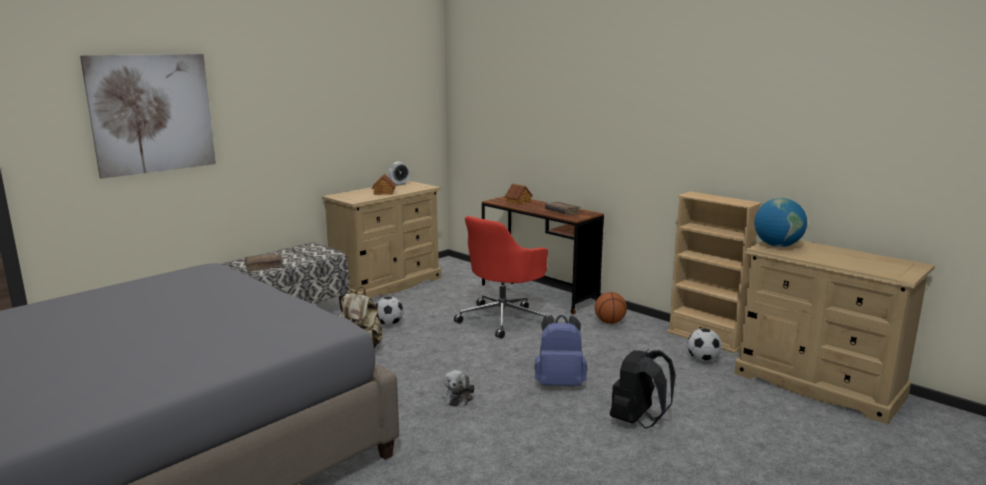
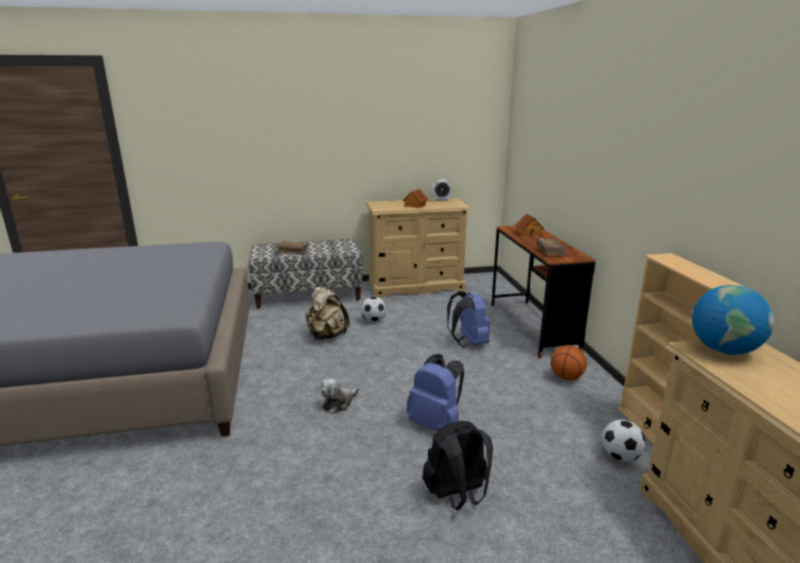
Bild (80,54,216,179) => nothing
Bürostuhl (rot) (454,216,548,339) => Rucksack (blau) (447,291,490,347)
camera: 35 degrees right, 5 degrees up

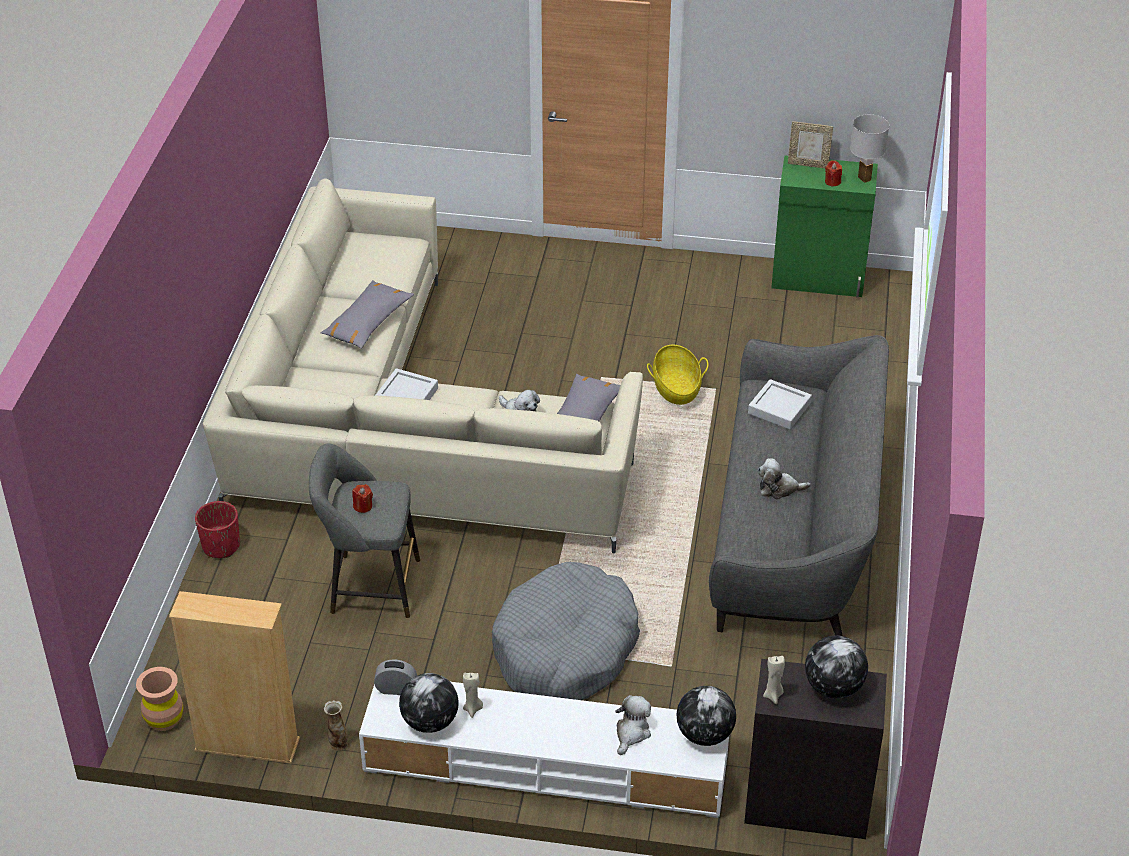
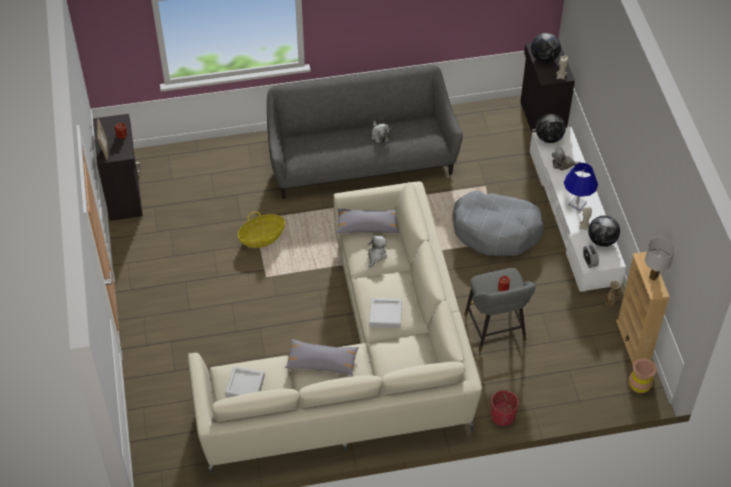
Tischlampe (weiß) (850,114,889,183) => Tischlampe (weiß) (645,237,675,281), move
Schrank (grün) (771,155,878,298) => Schrank (schwarz) (93,114,143,221)
Tablett (grau) (748,379,812,429) => Tablett (grau) (225,366,265,397), move
nothing => Tischlampe (blau) (564,163,598,211)
camera: 110 degrees left, 10 degrees up

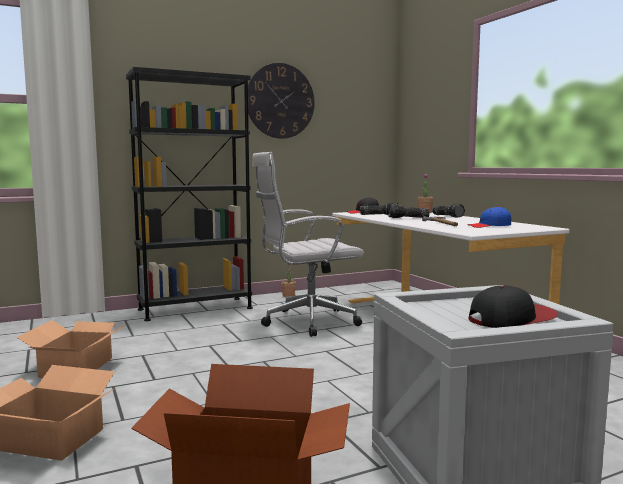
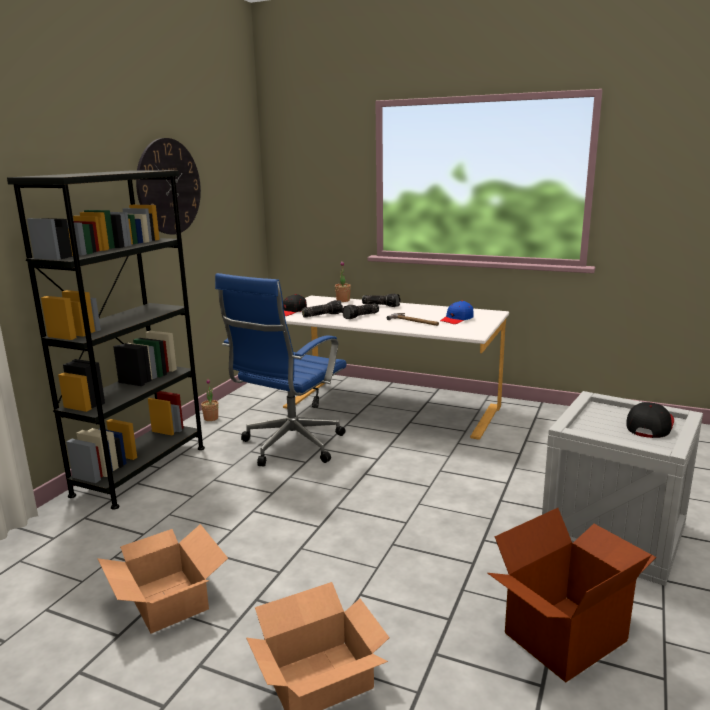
Bürostuhl (weiß) (252,152,364,337) => Bürostuhl (blau) (215,273,347,467)
camera: 40 degrees left, 10 degrees up

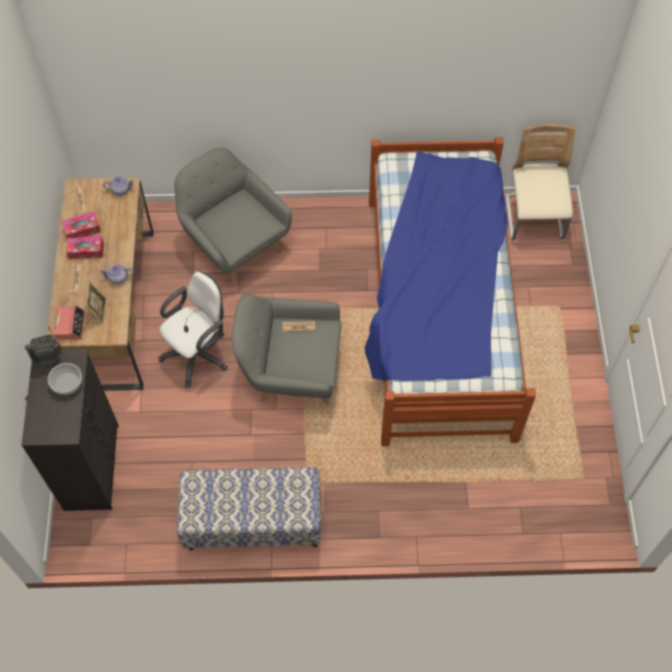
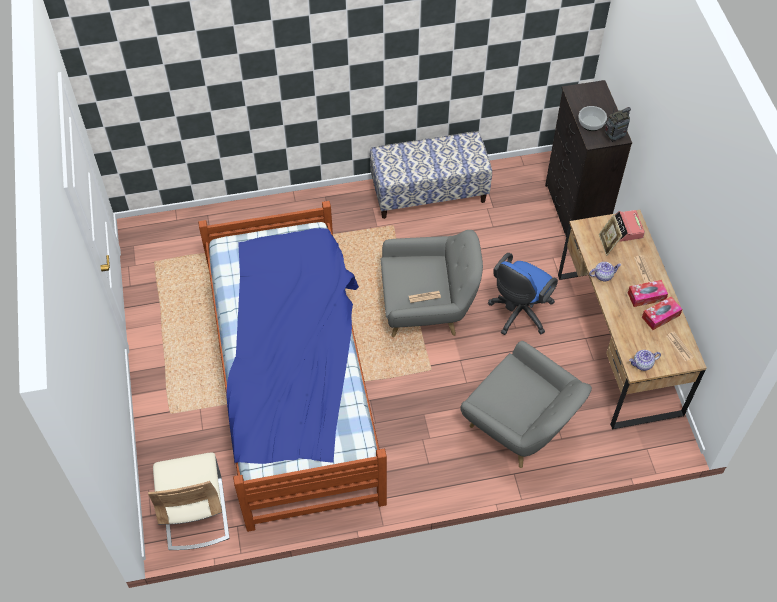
Bürostuhl (weiß) (159,271,228,388) => Bürostuhl (blau) (488,253,558,335)
camera: 170 degrees right, 5 degrees down

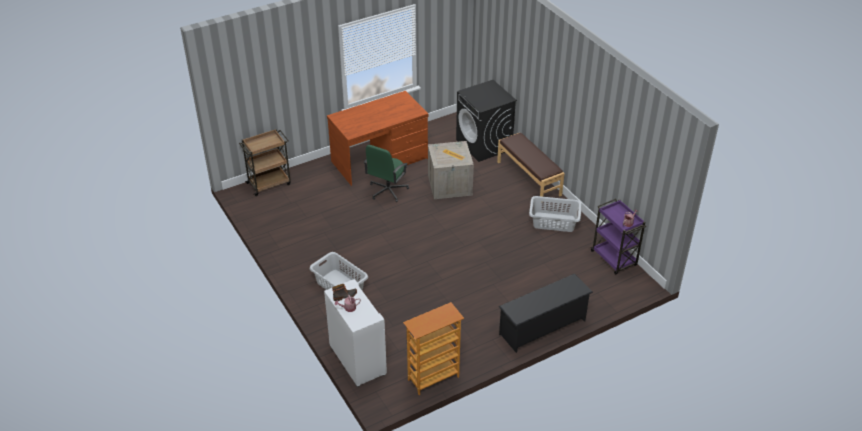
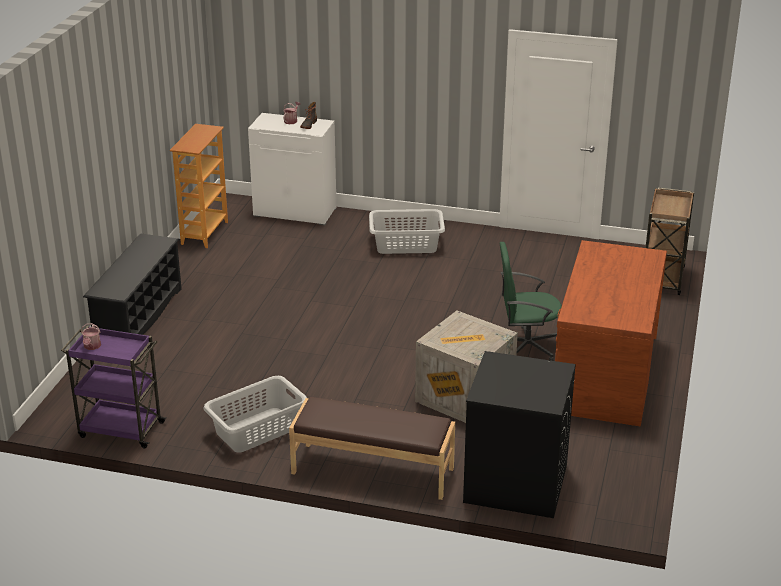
Bürostuhl (grün) (364,145,409,202) => Bürostuhl (grün) (500,242,562,361), 75 degrees counterclockwise
camera: 135 degrees right, 10 degrees down

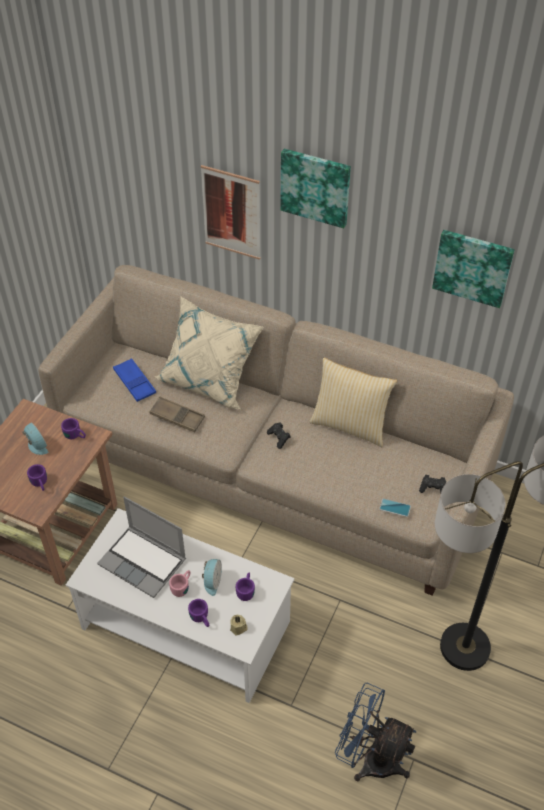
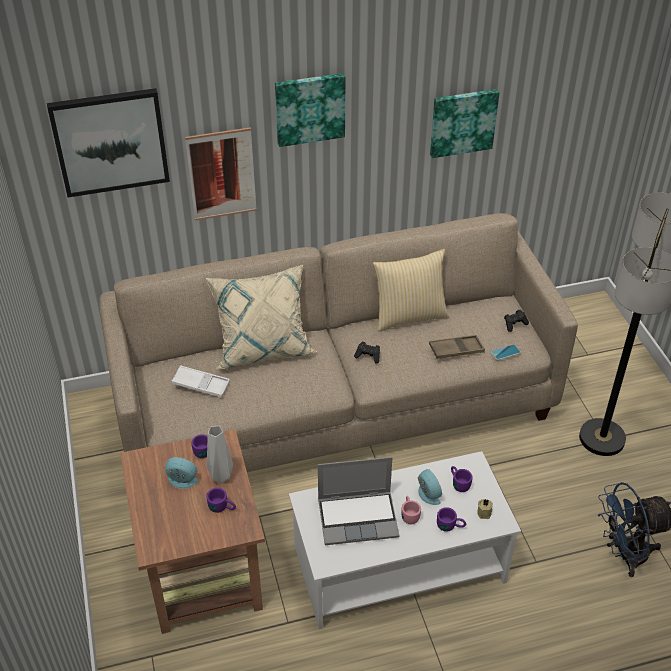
Tablett (blau) (113,358,156,402) => Tablett (weiß) (171,365,230,398)
Tablett (braun) (149,397,205,433) => Tablett (braun) (429,335,485,359), move
nothing => Bild (47,88,170,198)
nothing => Vase (grau) (207,426,233,484)
camera: 40 degrees left, 5 degrees down

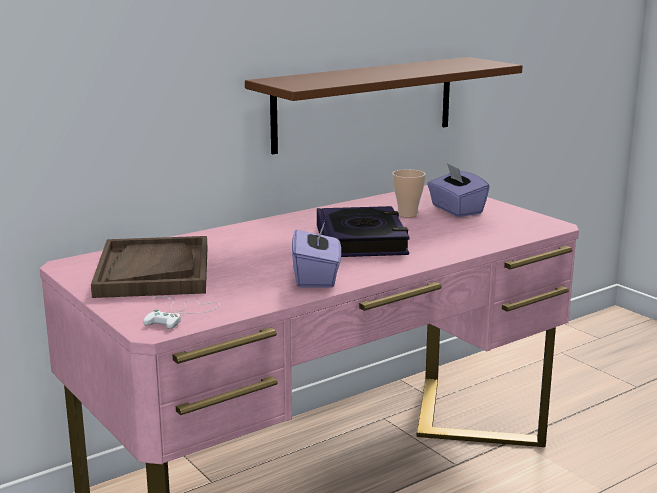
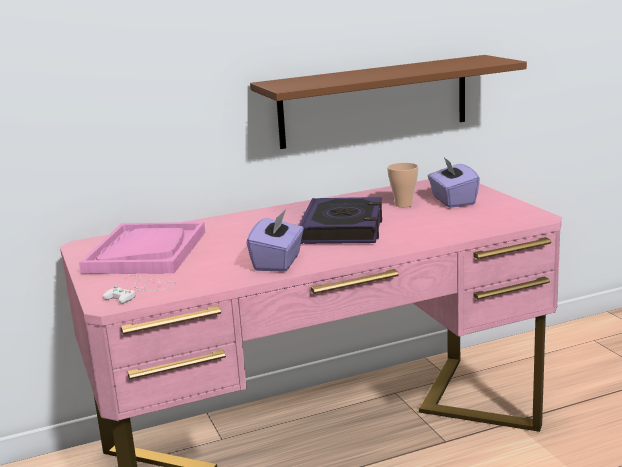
Tablett (braun) (91,236,208,298) => Tablett (rosa) (79,222,205,274)
camera: 15 degrees right, 0 degrees up

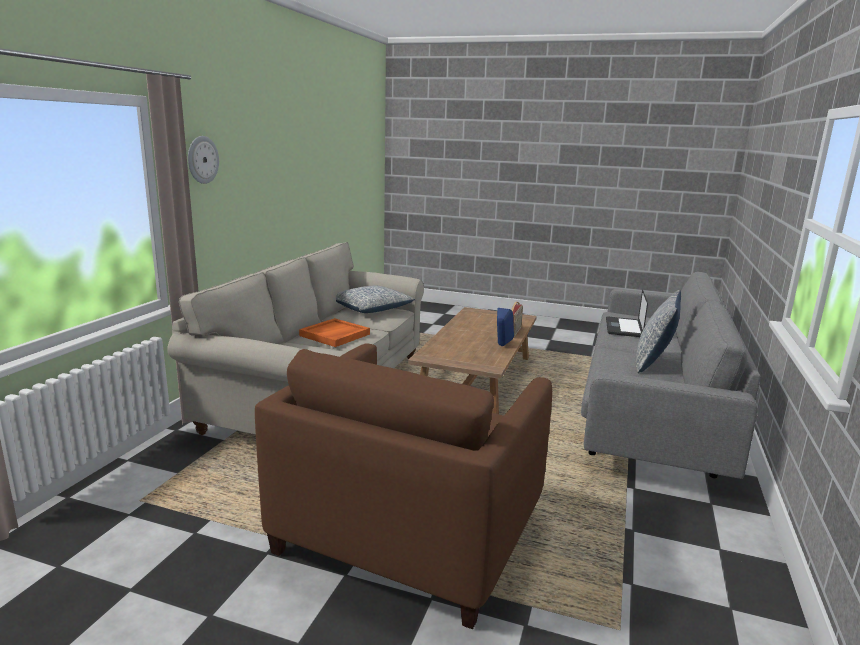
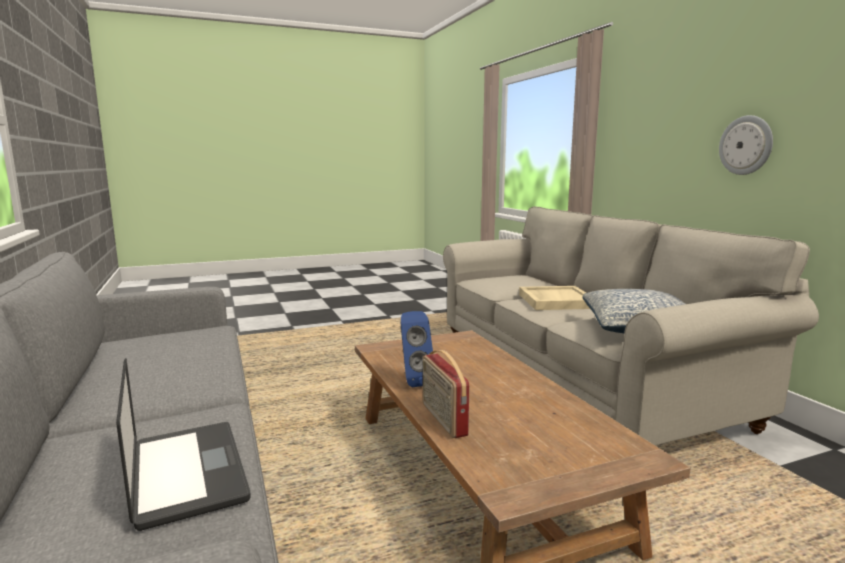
Wanduhr (188,136,219,184) => Wanduhr (719,115,773,175), move
Kissen (636,290,681,373) => nothing
Tablett (orange) (299,318,370,347) => Tablett (beige) (519,286,590,310)
Sessel (braun) (255,343,552,630) => nothing
camera: 140 degrees right, 5 degrees down

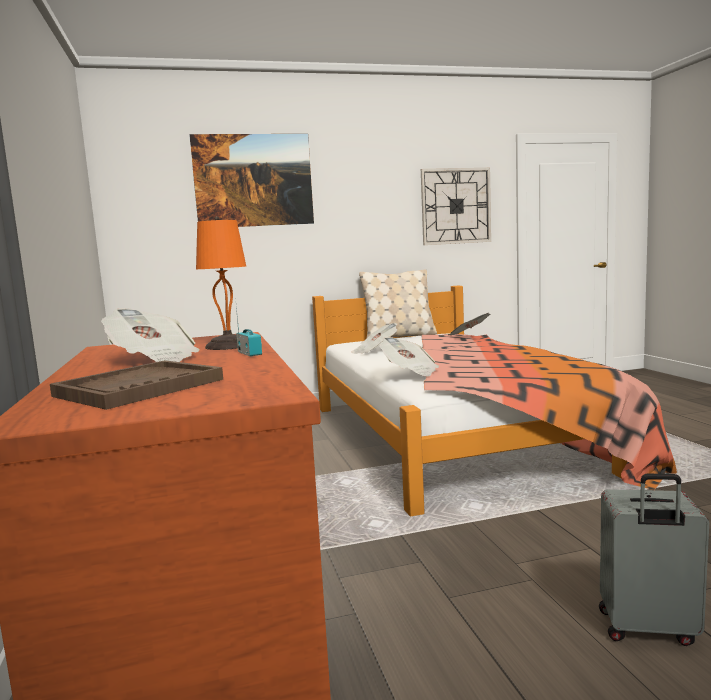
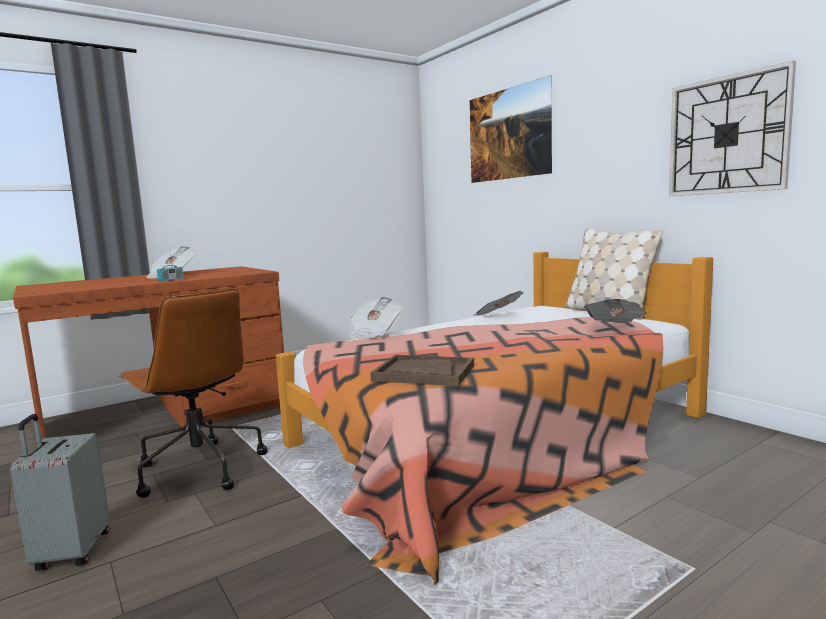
Tischlampe (orange) (196,216,246,350) => nothing
Tablett (braun) (50,360,223,410) => Tablett (braun) (370,355,474,386), move
nothing => Bürostuhl (braun) (119,288,268,498)
camera: 70 degrees right, 0 degrees up

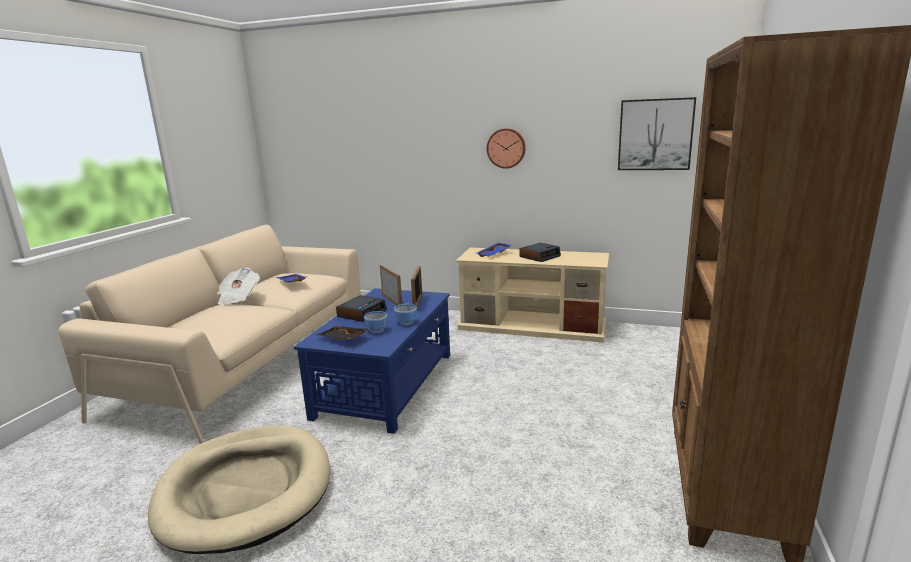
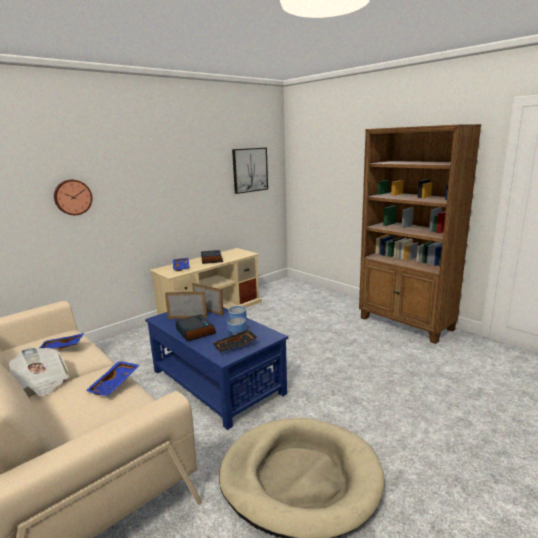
Wanduhr (487,128,526,169) => Wanduhr (54,180,92,215), move
nothing => Tablett (blau) (86,361,140,396)
camera: 60 degrees left, 0 degrees up

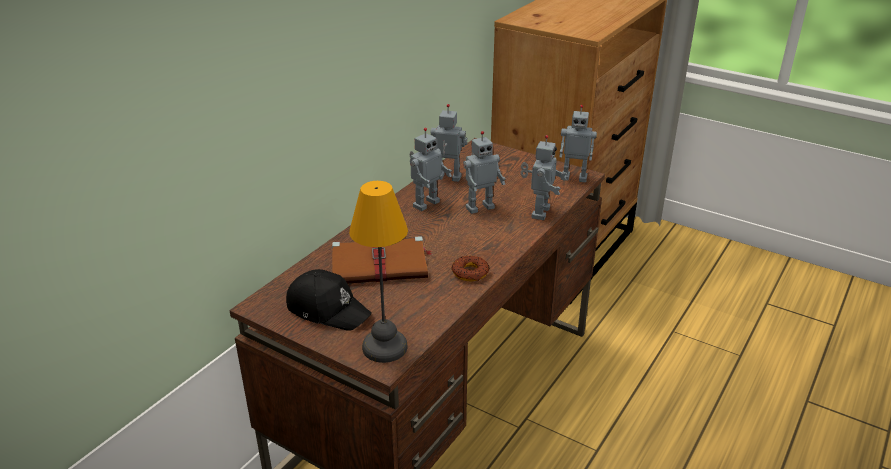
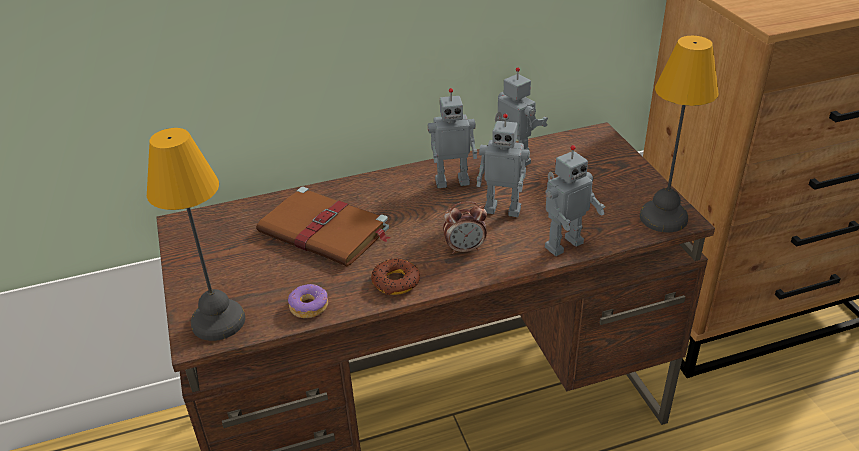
Spielzeugroboter (559,105,597,183) => Tischlampe (640,36,719,233)
Kappe (schwarz) (286,269,372,331) => nothing
nothing => Wecker (443,201,487,254)
nothing => Donut (288,284,328,318)
camera: 40 degrees right, 5 degrees up

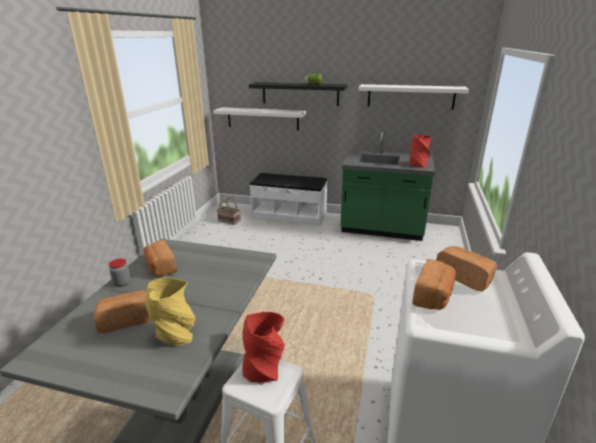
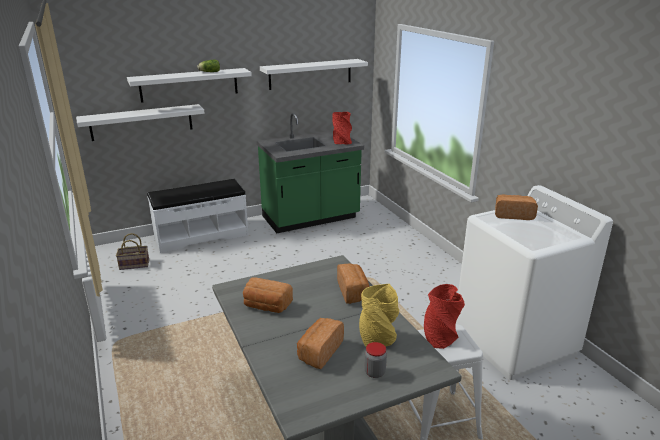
Wandregal (schwarz) (249,82,347,106) => Wandregal (weiß) (127,68,252,103)
Vorratsglas (109,259,131,287) => Vorratsglas (364,342,387,378), move
Brot (412,259,456,310) => Brot (337,263,369,304), move
camera: 40 degrees left, 0 degrees up

